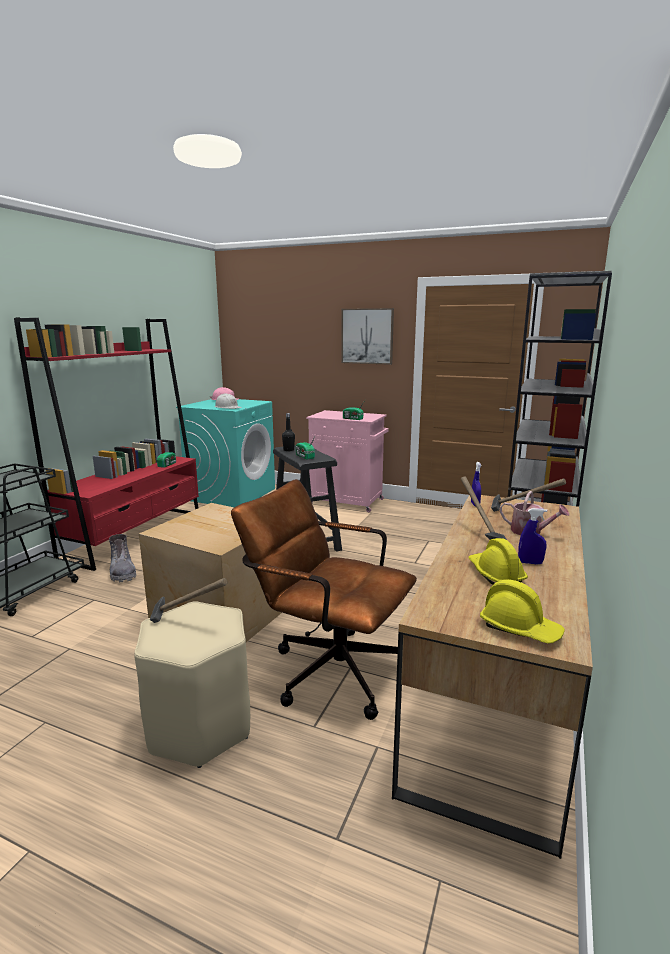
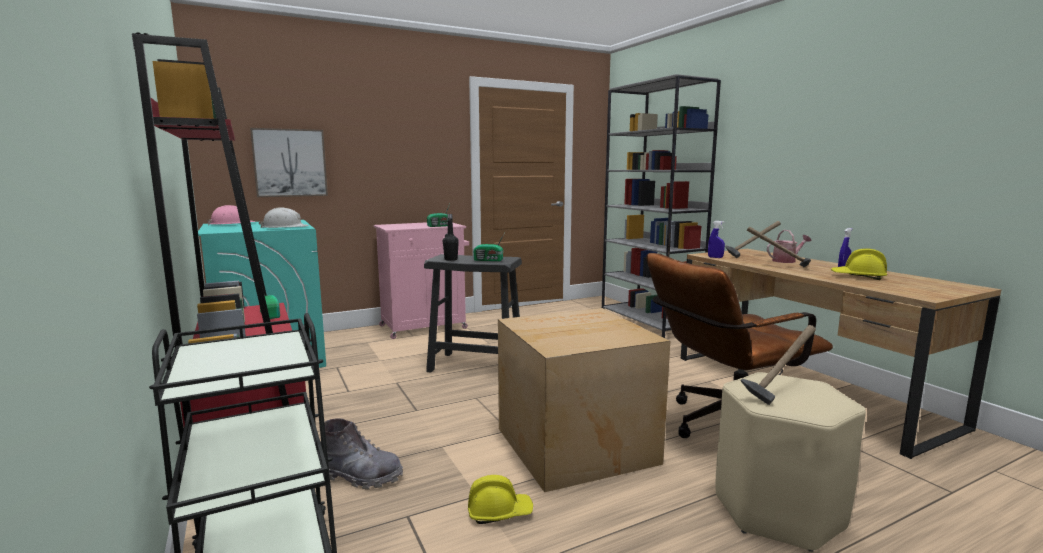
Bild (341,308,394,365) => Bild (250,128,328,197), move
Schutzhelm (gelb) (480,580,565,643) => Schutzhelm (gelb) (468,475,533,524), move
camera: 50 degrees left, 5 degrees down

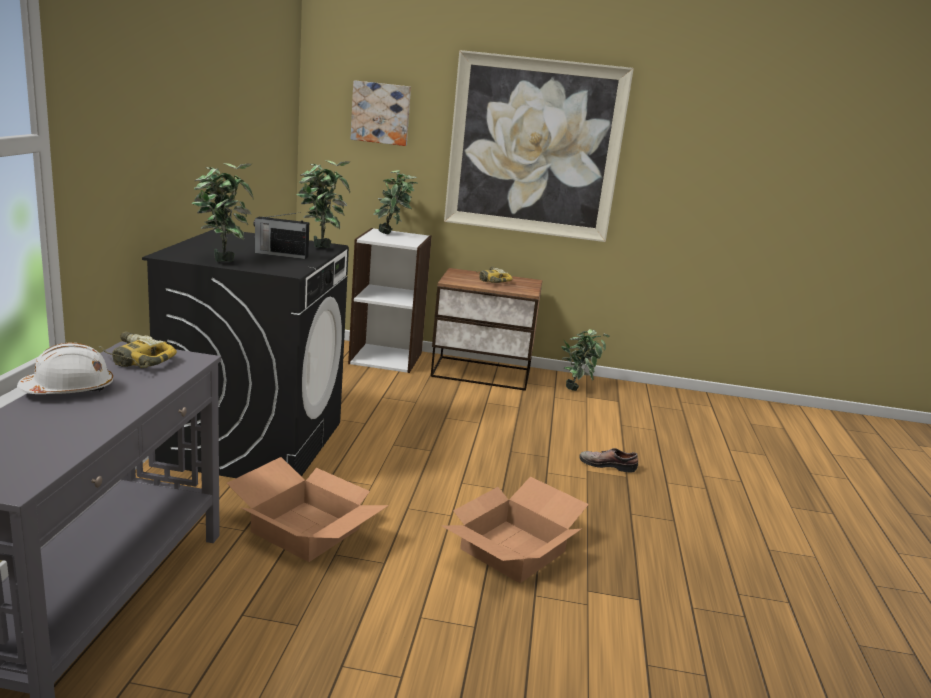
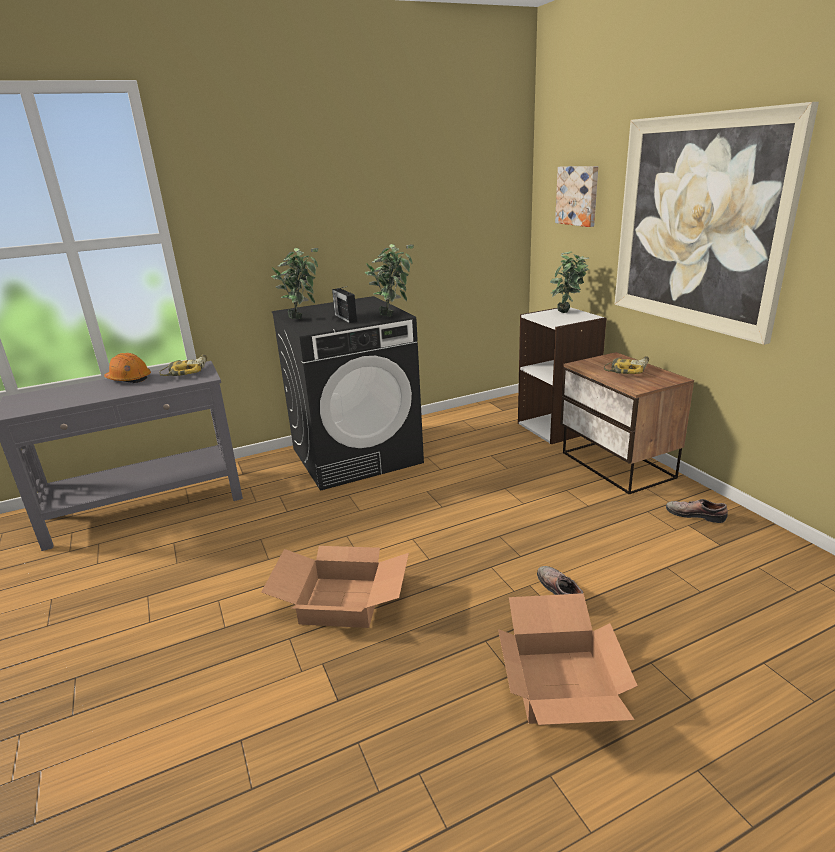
Topfpflanze (561,329,610,391) => Schuh (666,499,728,523)
Schutzhelm (weiß) (17,343,113,394) => Schutzhelm (orange) (104,353,151,383)
Karton (227,457,389,562) => Karton (498,593,638,725), move
camera: 60 degrees right, 5 degrees up

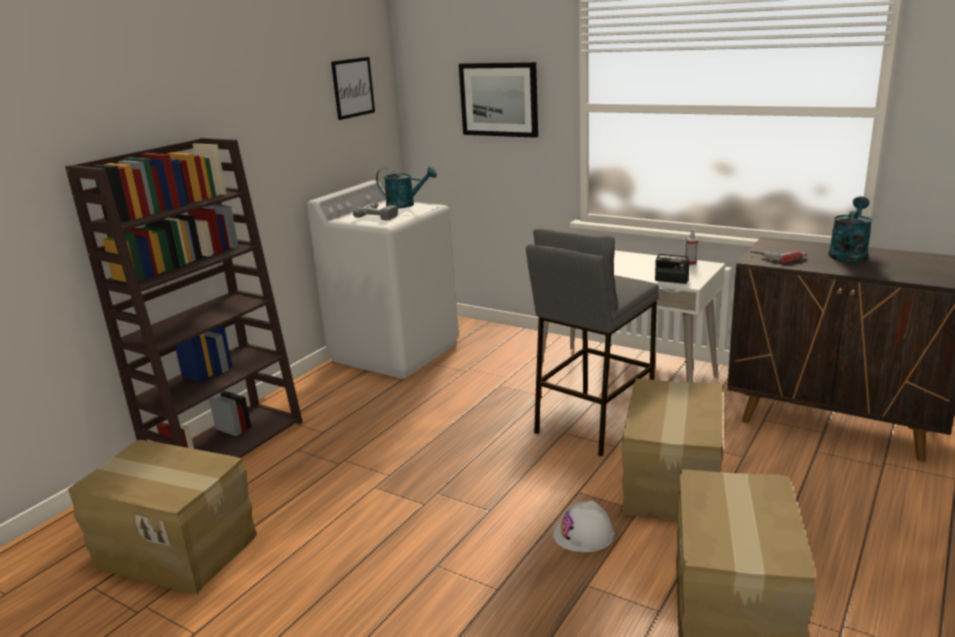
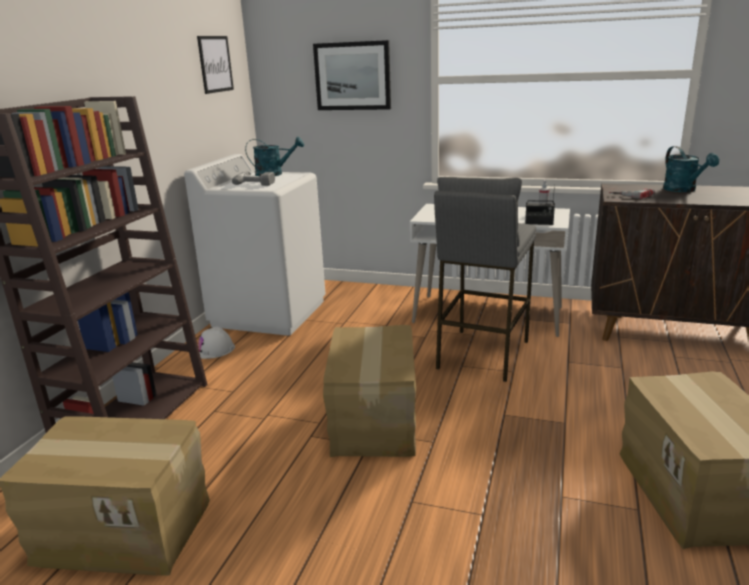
Gießkanne (türkis) (829,196,873,262) => Gießkanne (türkis) (663,146,719,192), 150 degrees clockwise
Karton (622,378,723,522) => Karton (323,325,416,457), move
Schutzhelm (weiß) (553,500,615,552) => Schutzhelm (weiß) (198,326,235,359), move
camera: 15 degrees left, 0 degrees up

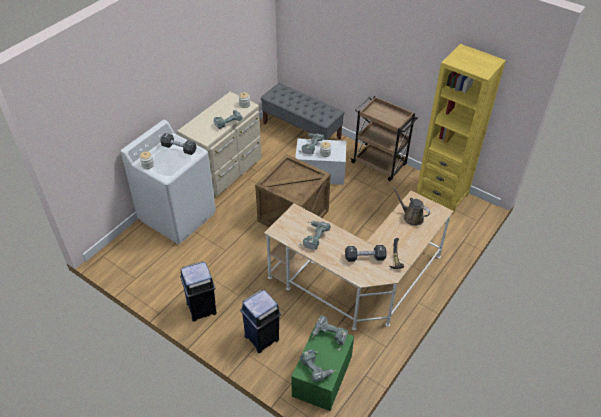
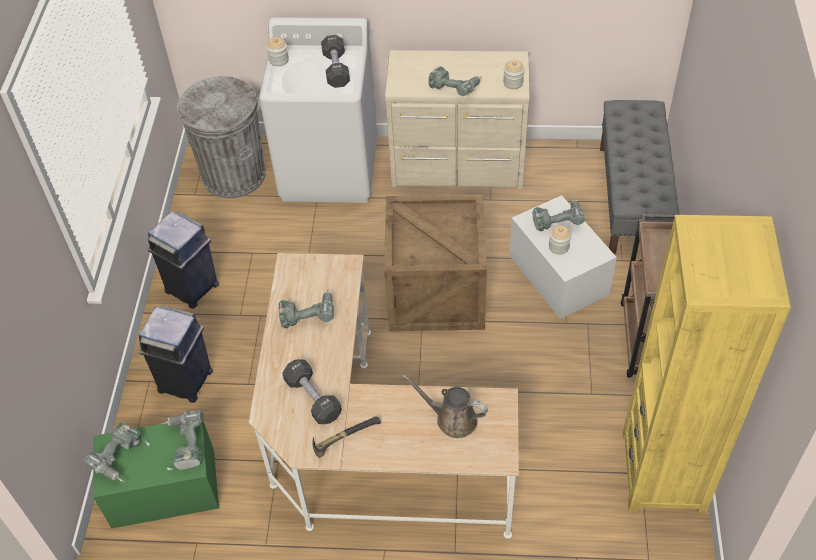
Gießkanne (braun) (393,186,430,226) => Gießkanne (braun) (402,374,488,438), 75 degrees counterclockwise
nothing => Mülleimer (grau) (177,76,266,198)
camera: 60 degrees right, 5 degrees up

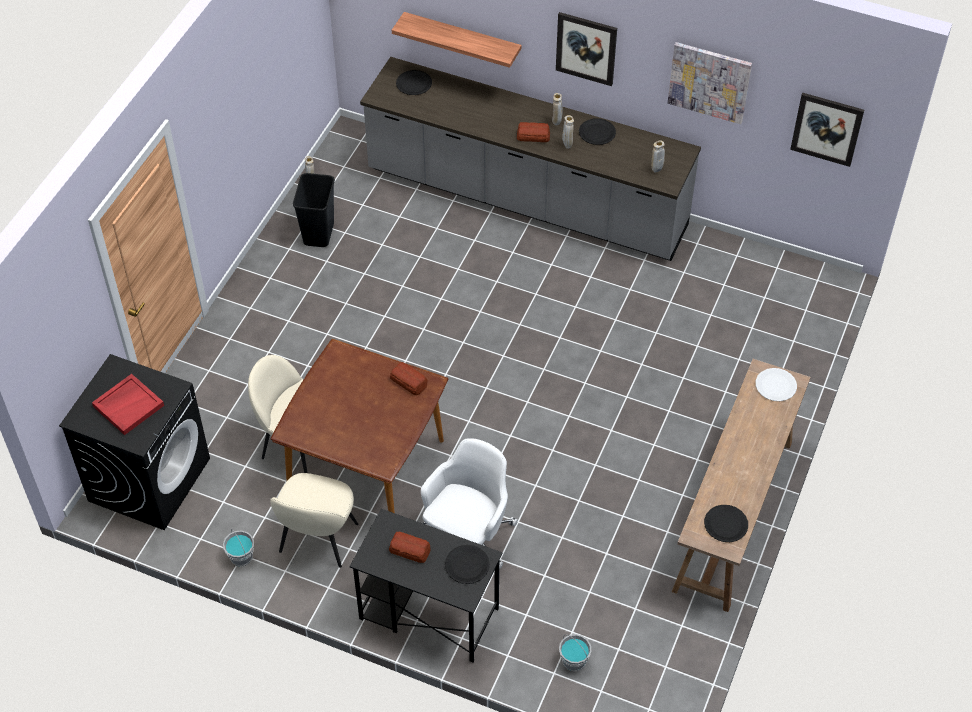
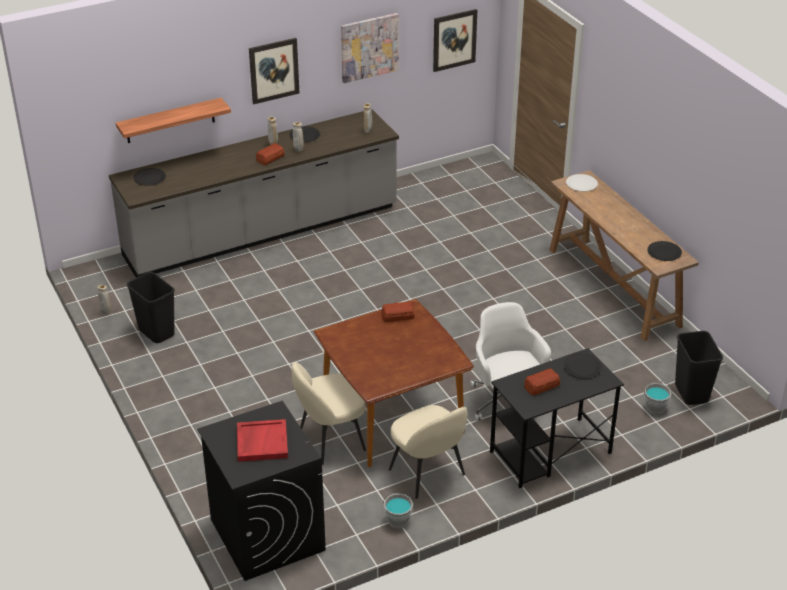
nothing => Mülleimer (schwarz) (675,331,723,405)
camera: 50 degrees left, 15 degrees down

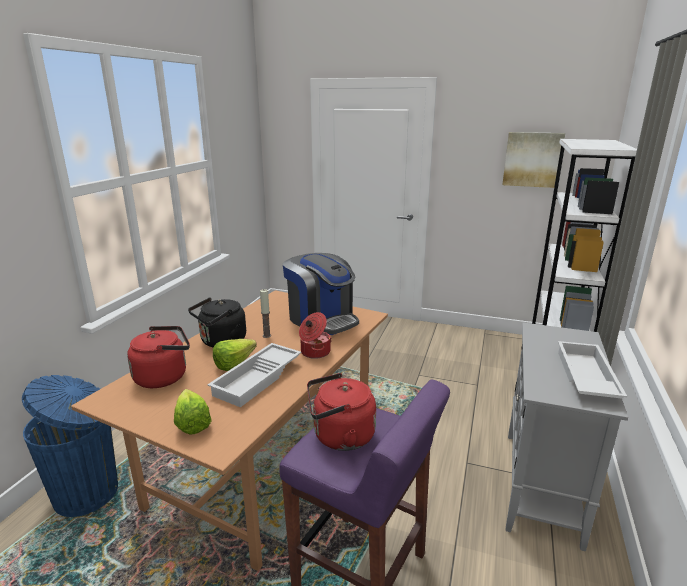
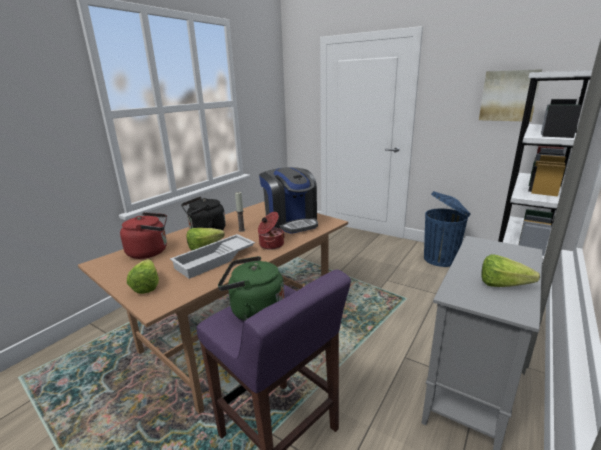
Tablett (weiß) (558,341,627,399) => Salatkopf (481,254,540,287)
Wasserkessel (rot) (307,373,376,451) => Wasserkessel (grün) (218,256,285,321)
Mülleimer (blau) (22,375,118,517) => Mülleimer (blau) (424,191,471,267), move
camera: 15 degrees right, 0 degrees up

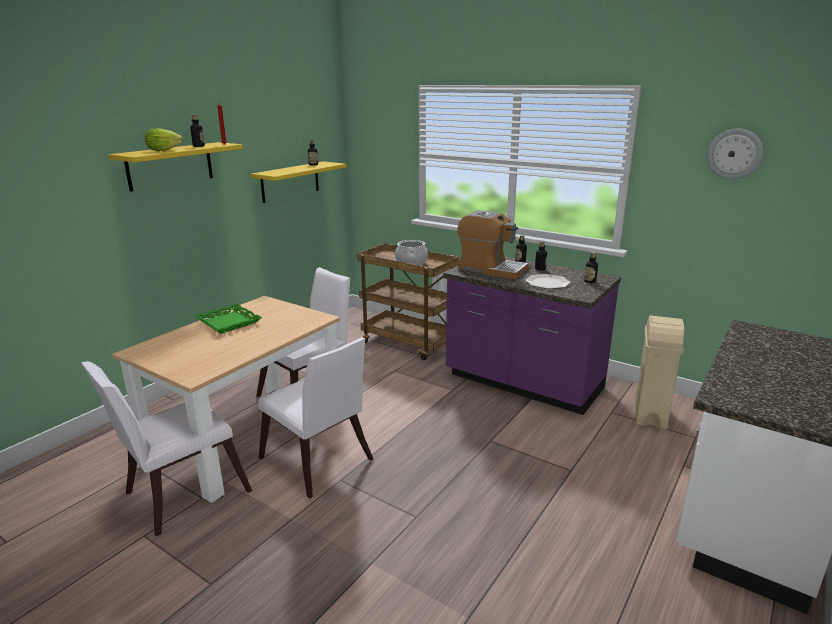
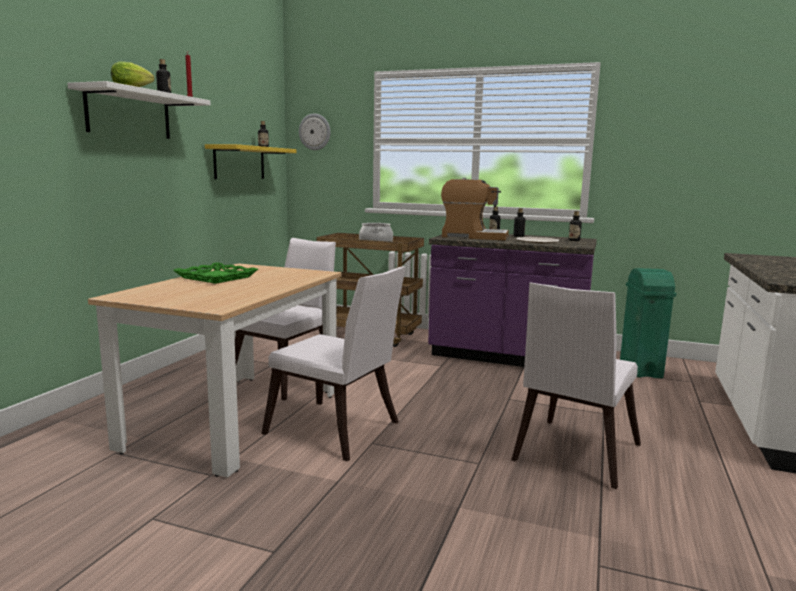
Wanduhr (707,128,763,179) => Wanduhr (299,113,330,150), move
Wandregal (gelb) (109,142,243,192) => Wandregal (weiß) (67,81,210,139)
Mülleimer (beige) (635,315,684,429) => Mülleimer (grün) (620,268,677,378)
Stuhl (weiß) (81,361,252,536) => Stuhl (weiß) (511,282,641,489), move
camera: 15 degrees left, 10 degrees down

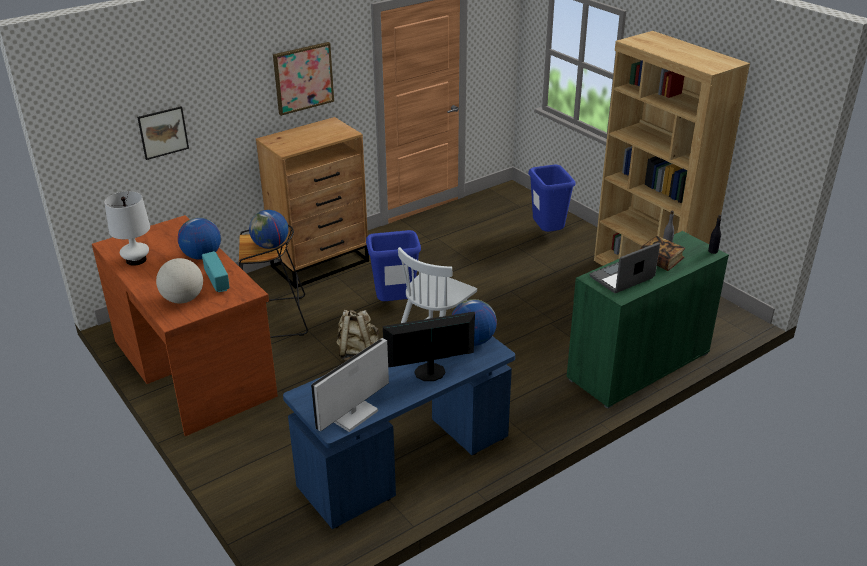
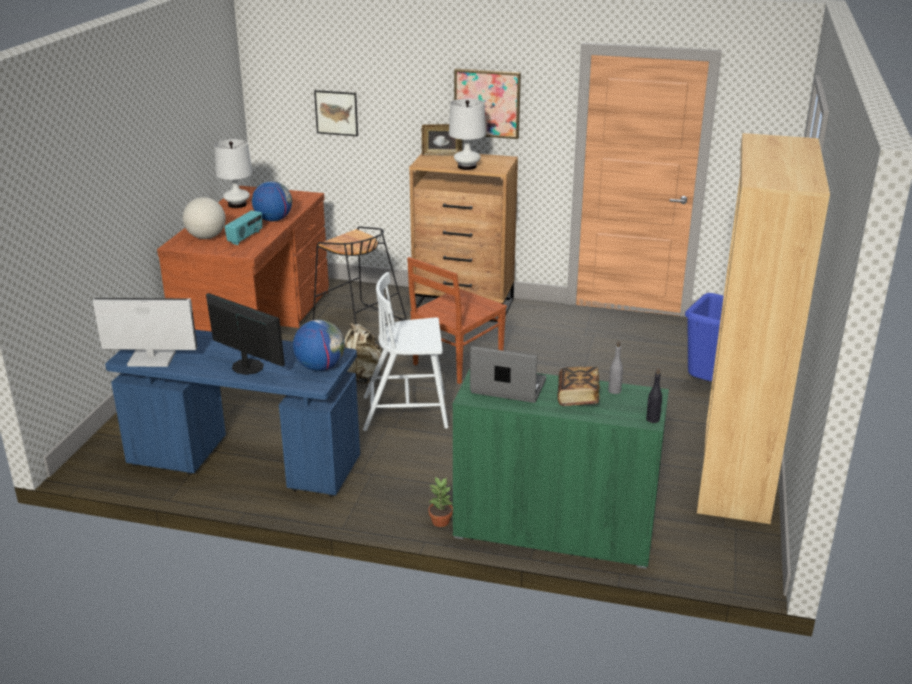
Globus (249,210,288,249) => nothing
Mülleimer (blau) (366,230,421,301) => Stuhl (braun) (407,257,507,384)
nothing => Tischlampe (weiß) (449,99,486,170)
nothing => Bilderrahmen (422,124,462,156)
nothing => Topfpflanze (428,477,453,527)
camera: 50 degrees right, 5 degrees down

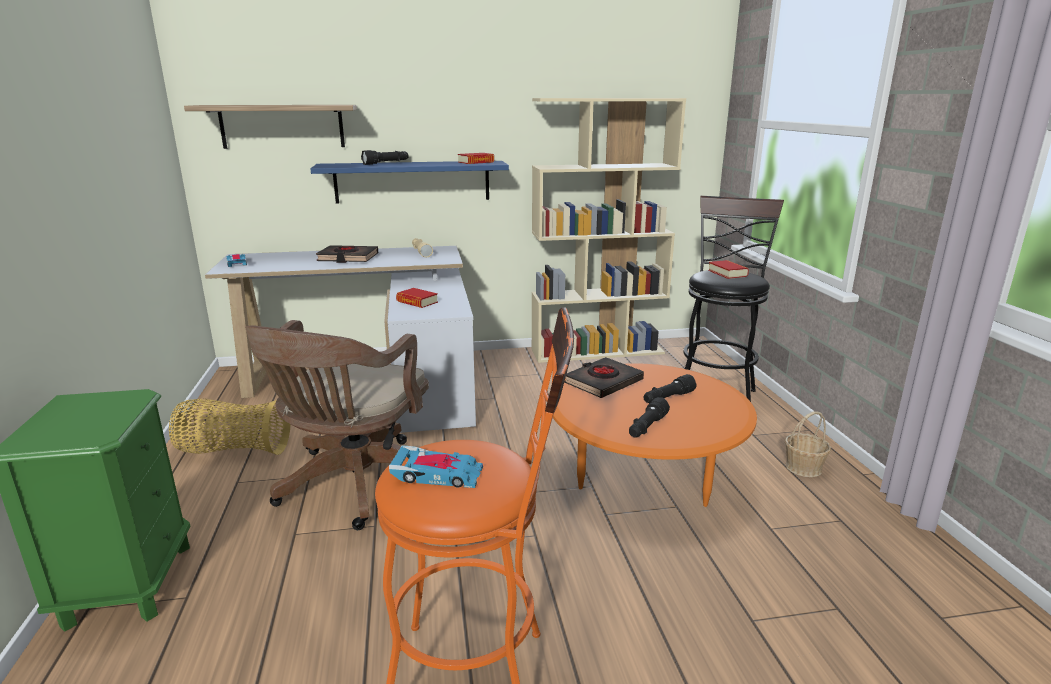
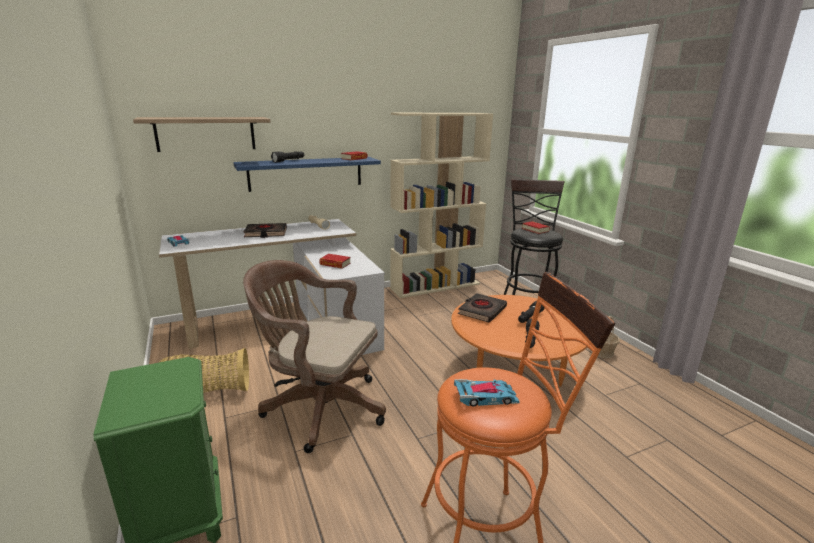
Bürostuhl (braun) (245,320,429,530) => Bürostuhl (braun) (243,260,386,453), 105 degrees clockwise
camera: 15 degrees left, 0 degrees up

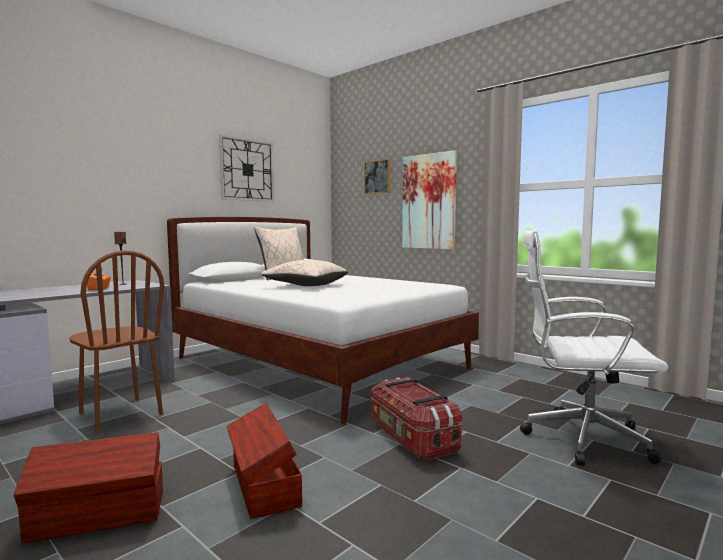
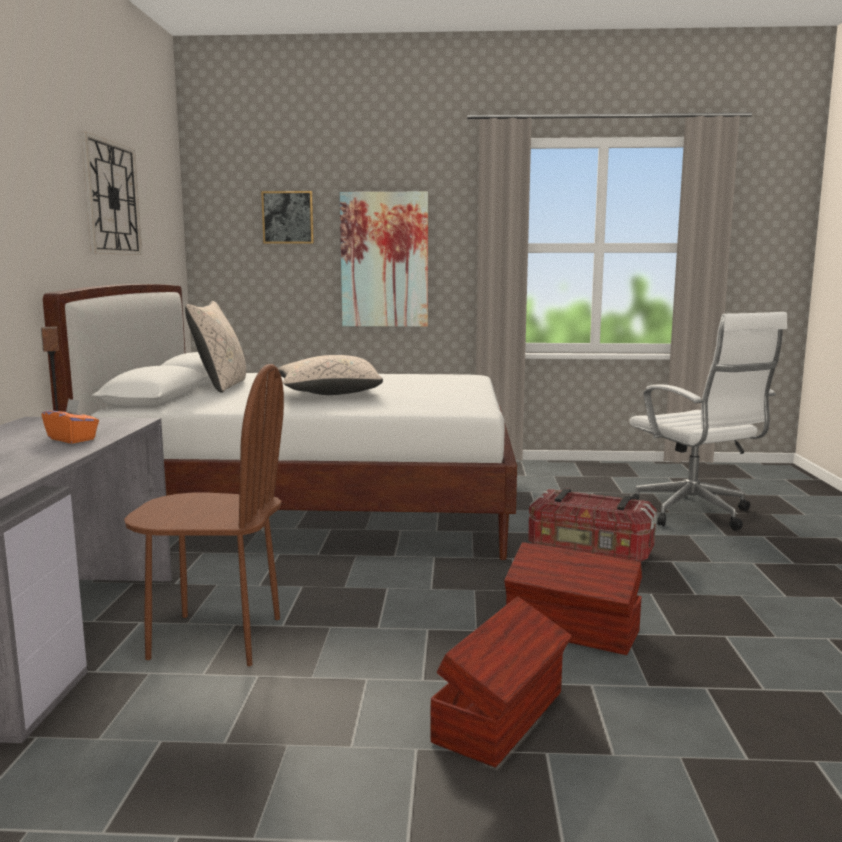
Bürostuhl (weiß) (520,230,668,466) => Bürostuhl (weiß) (629,312,787,531), 90 degrees counterclockwise
camera: 40 degrees left, 5 degrees up

